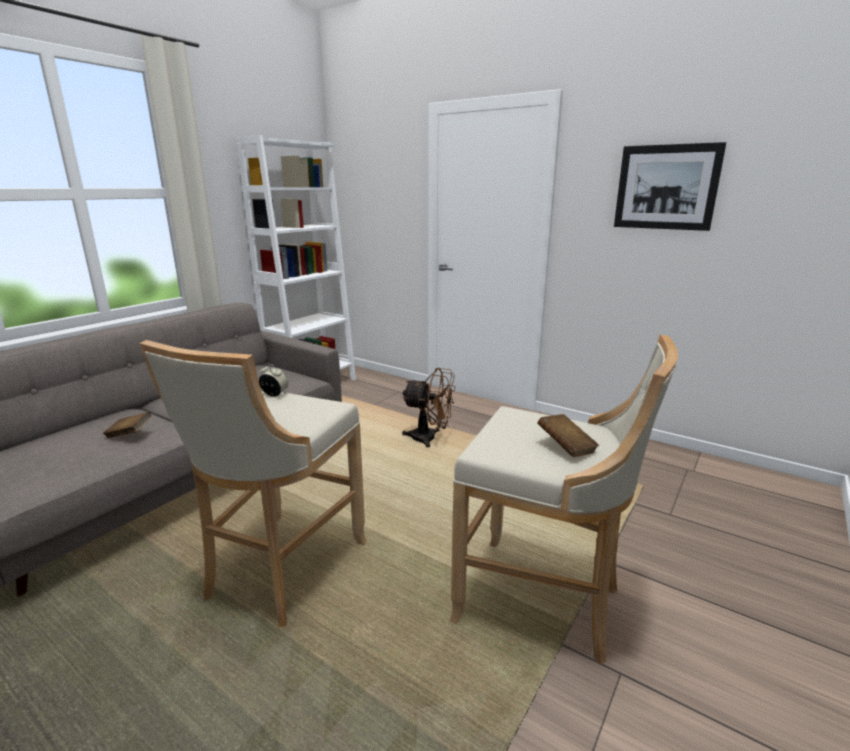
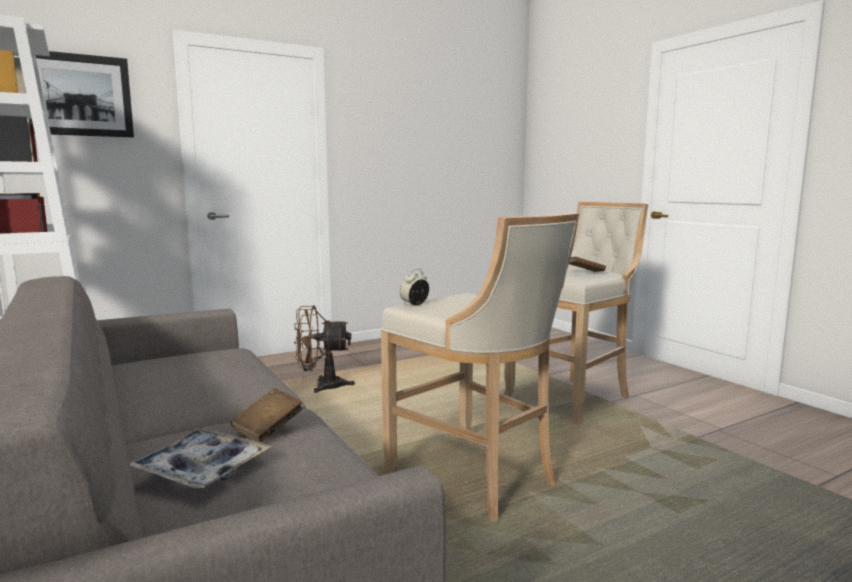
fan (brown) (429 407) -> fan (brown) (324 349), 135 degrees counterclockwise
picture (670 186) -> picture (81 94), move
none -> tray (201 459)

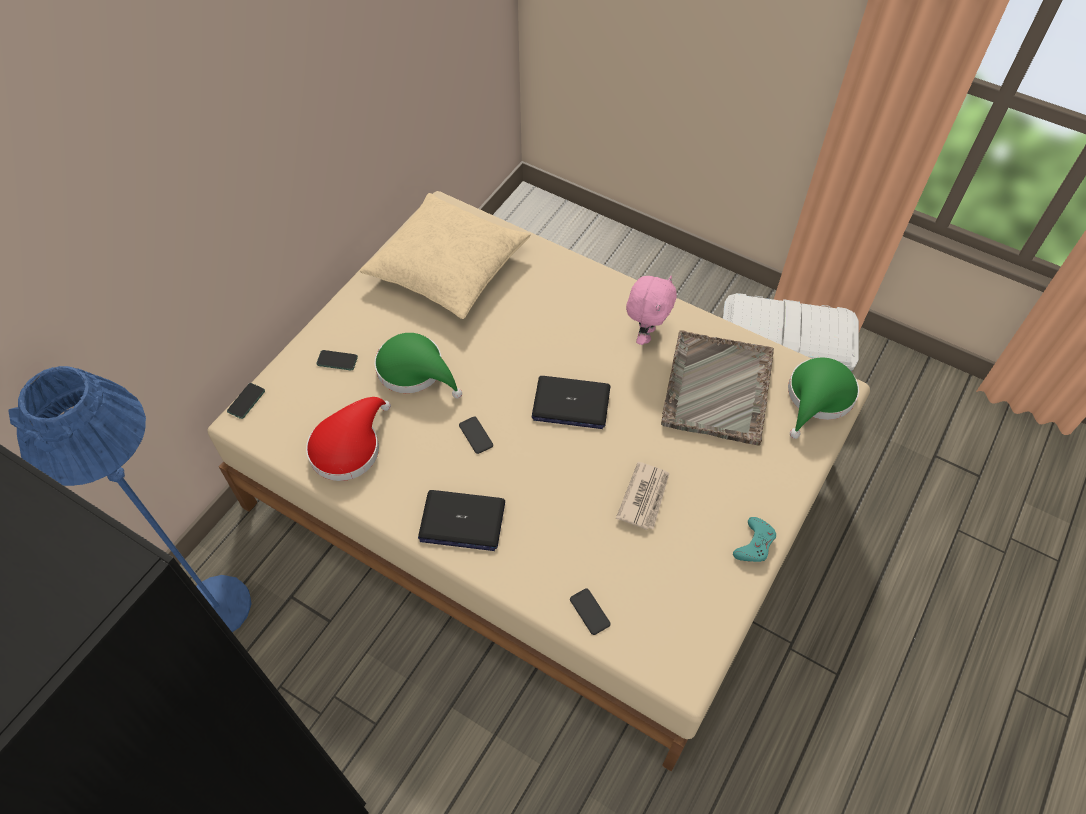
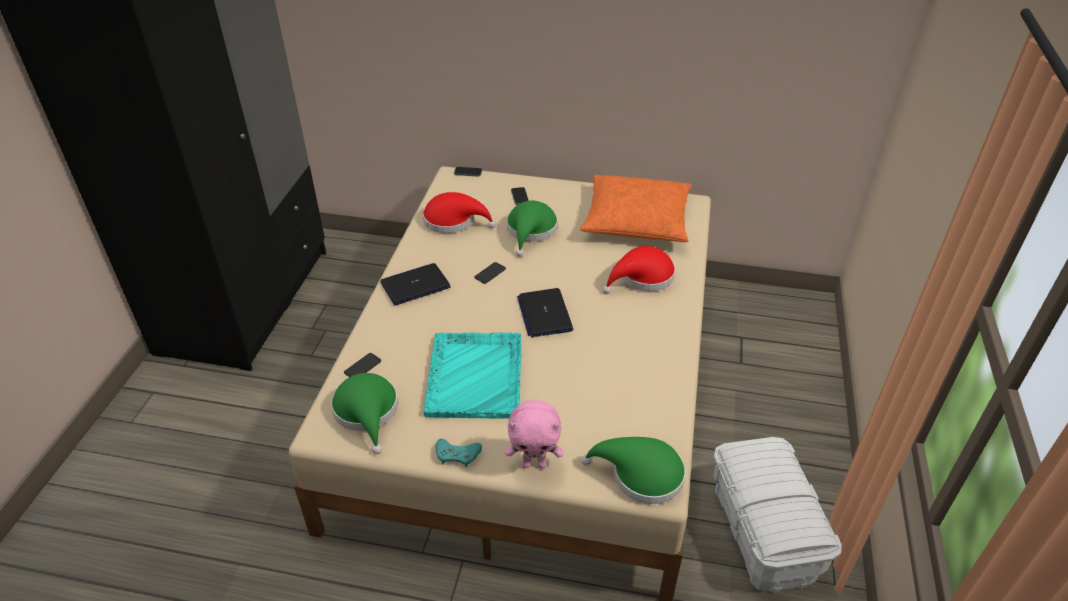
floor lamp (blue) (130 499) -> none
pillow (beige) (445 256) -> pillow (orange) (636 208)
laptop (461 520) -> laptop (416 284), 75 degrees clockwise
newspaper (642 496) -> tray (turquoise) (473 375)
plush toy (pink) (651 310) -> plush toy (pink) (534 434), move
tray (grey) (717 388) -> none
none -> hat (green) (364 413)
none -> hat (red) (639 270)

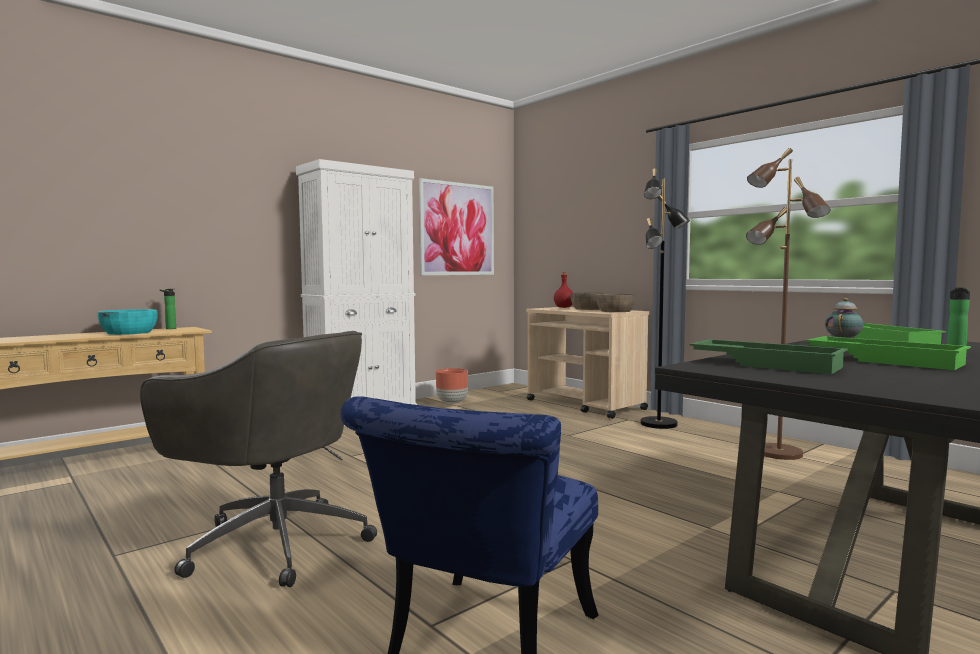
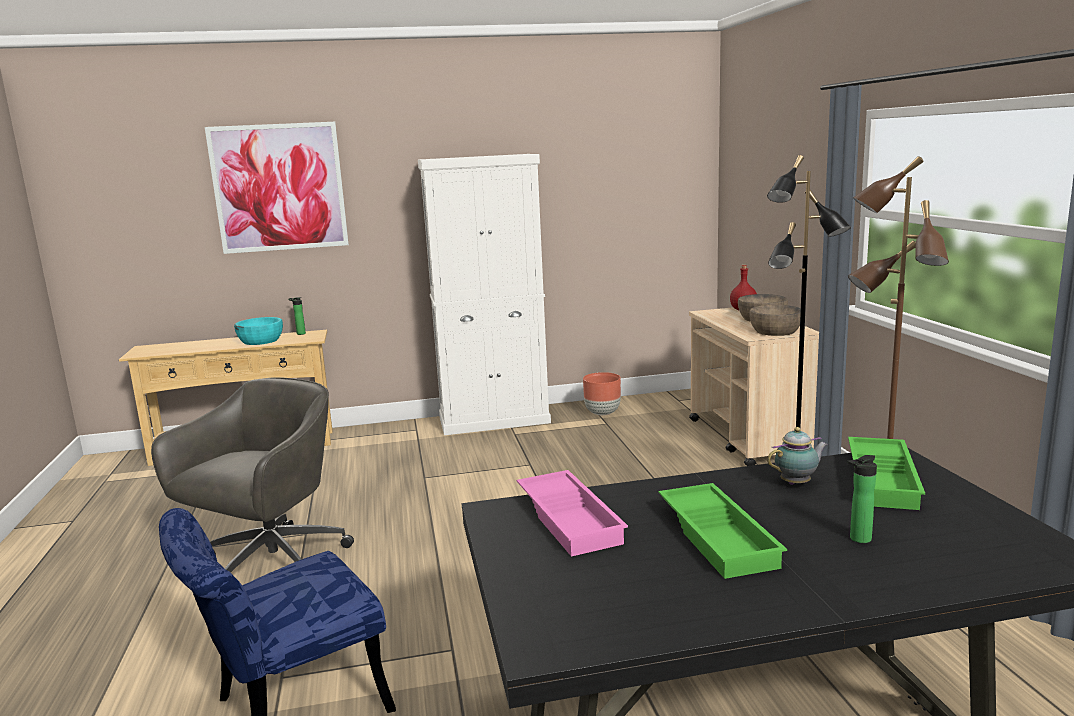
office chair (grey) (258 459) -> office chair (grey) (252 475), 120 degrees counterclockwise
picture (456 226) -> picture (277 188), move
tray (green) (769 356) -> tray (pink) (572 513)

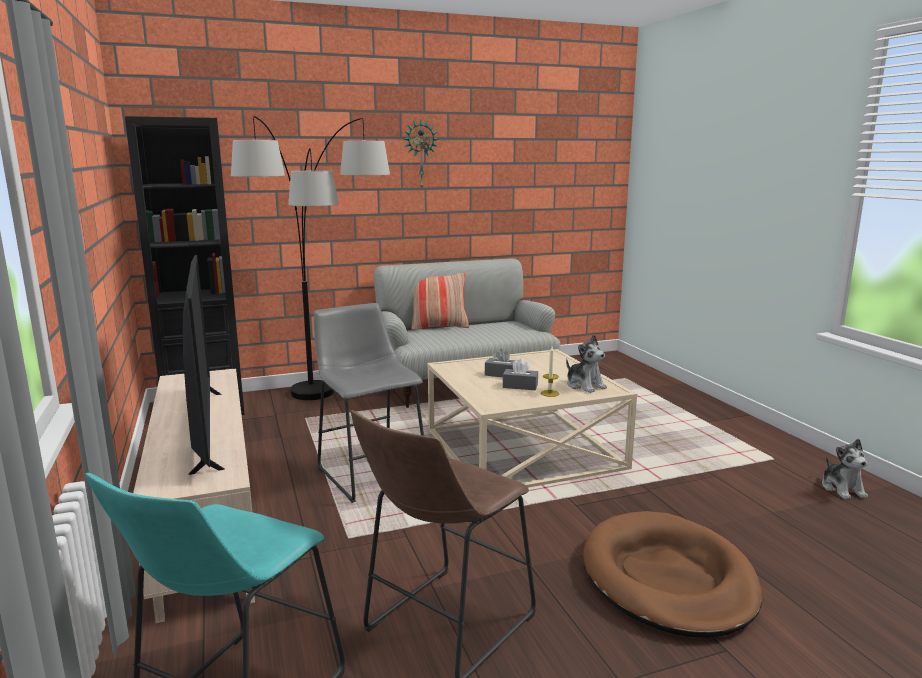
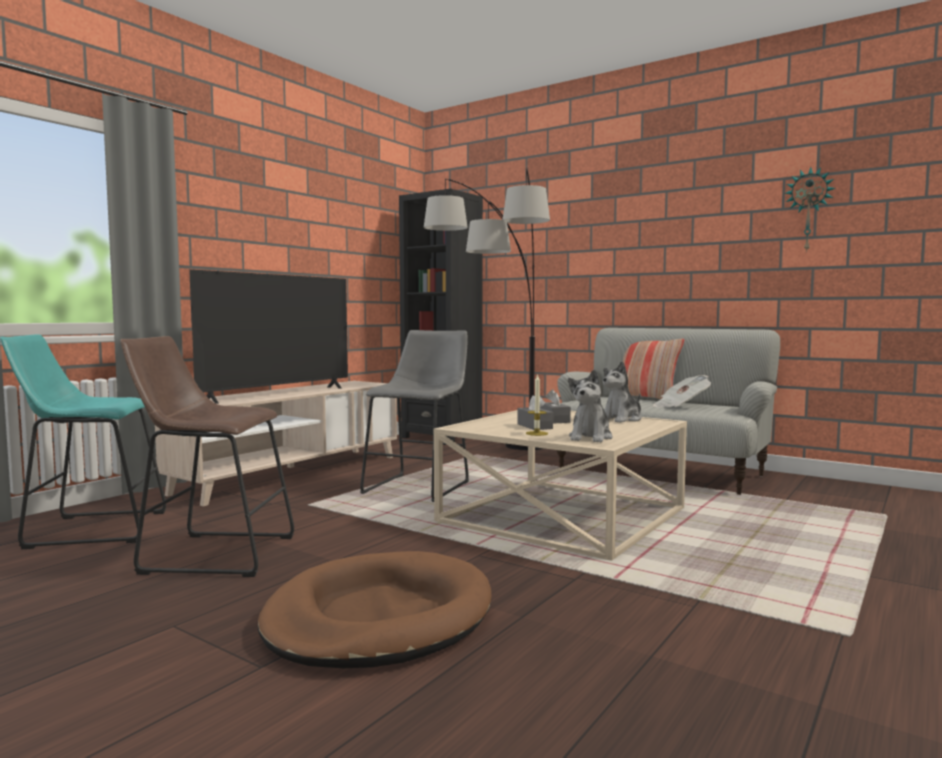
wall clock (421 154) -> wall clock (810 210), move
plush toy (845 469) -> plush toy (622 391), move
none -> newspaper (682 391)

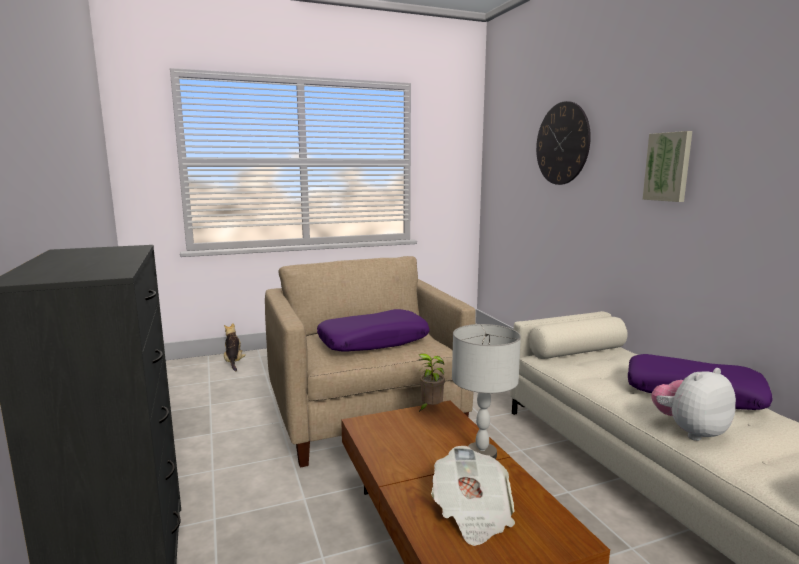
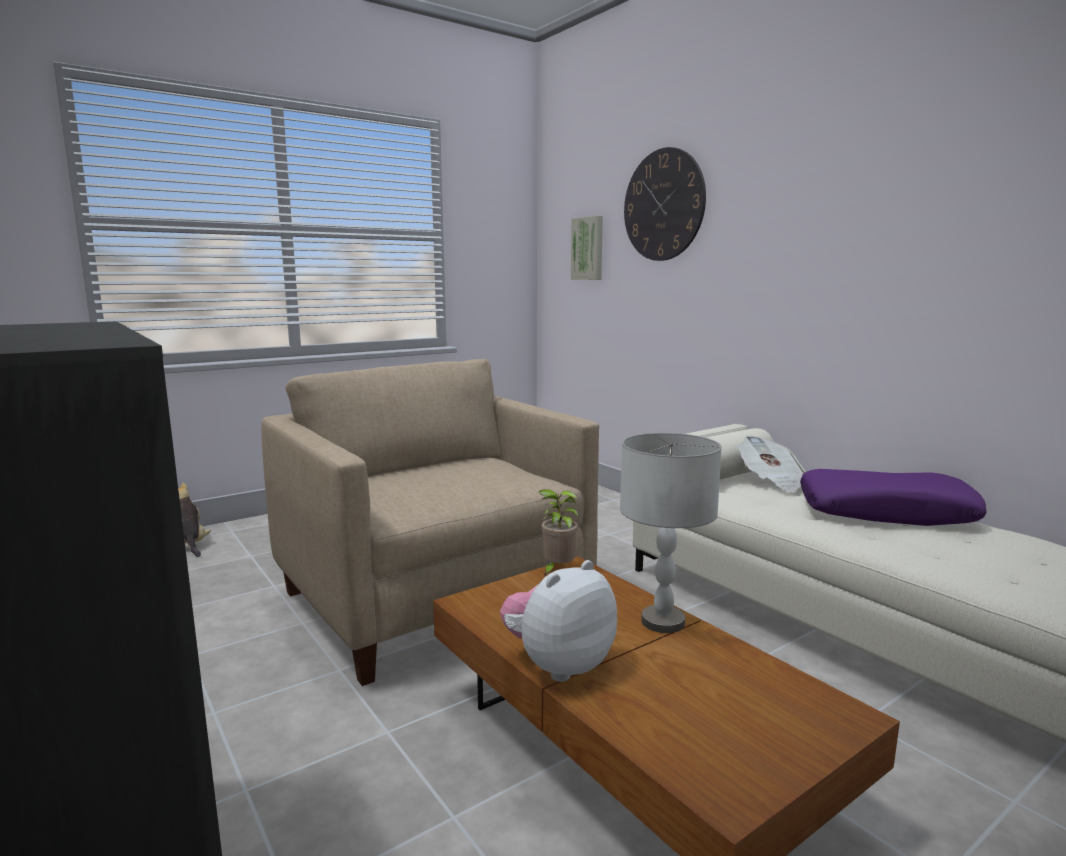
pillow (purple) (373 330) -> none
newspaper (473 496) -> newspaper (771 464), move
picture (667 166) -> picture (587 248), move
plush toy (693 404) -> plush toy (558 621), move

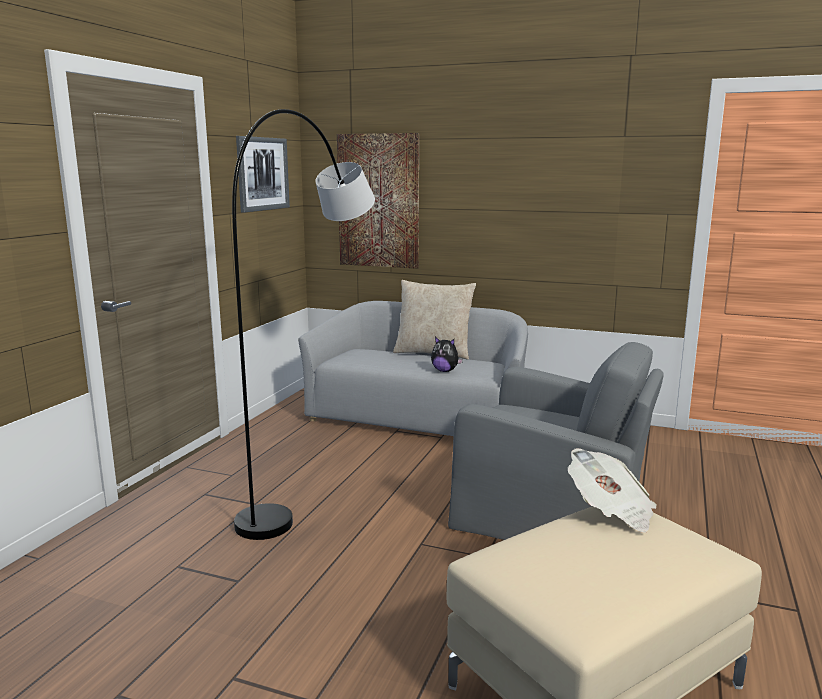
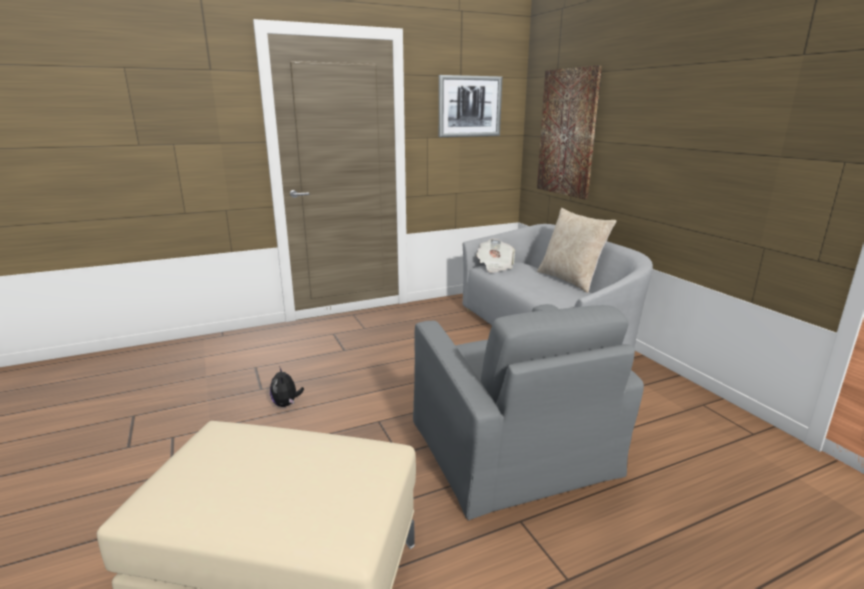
floor lamp (grey) (303 324) -> none
plush toy (447 354) -> plush toy (287 386), move
newspaper (612 490) -> newspaper (495 256), move

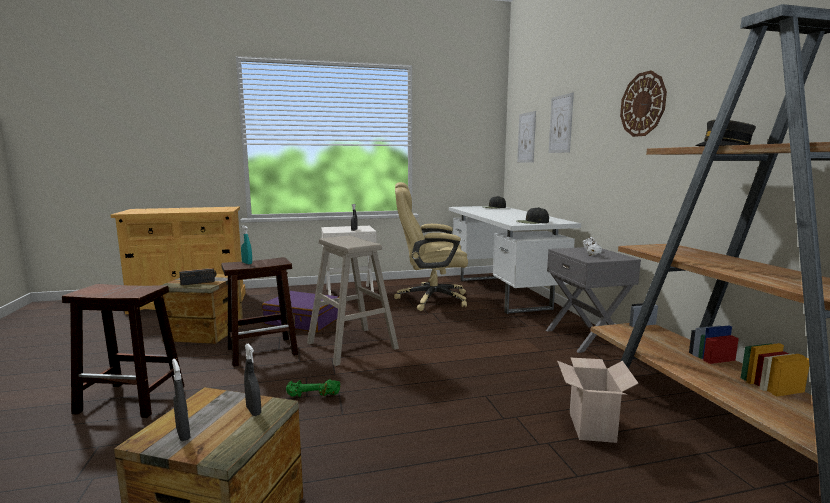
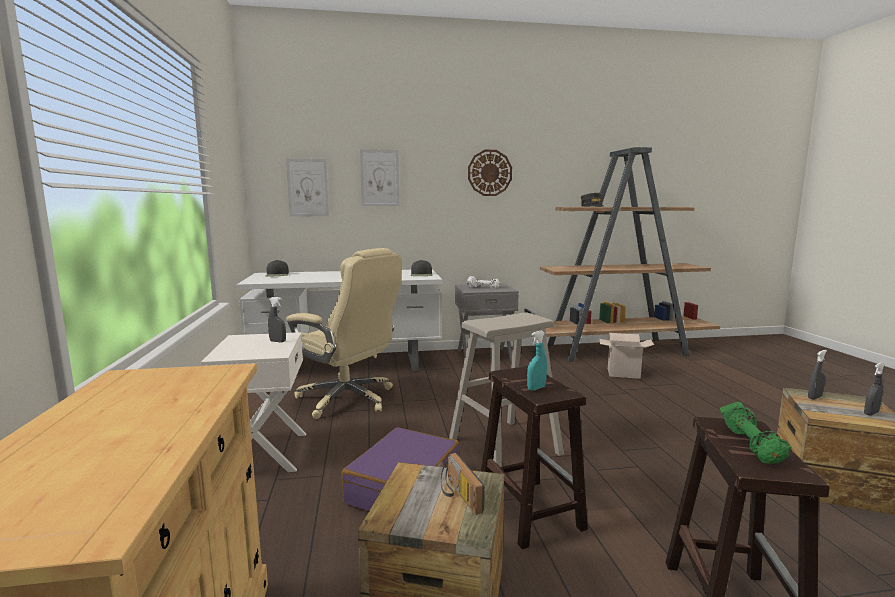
dumbbell (green) (313 388) -> dumbbell (green) (755 433), move
office chair (beige) (431 246) -> office chair (beige) (344 333), 60 degrees counterclockwise

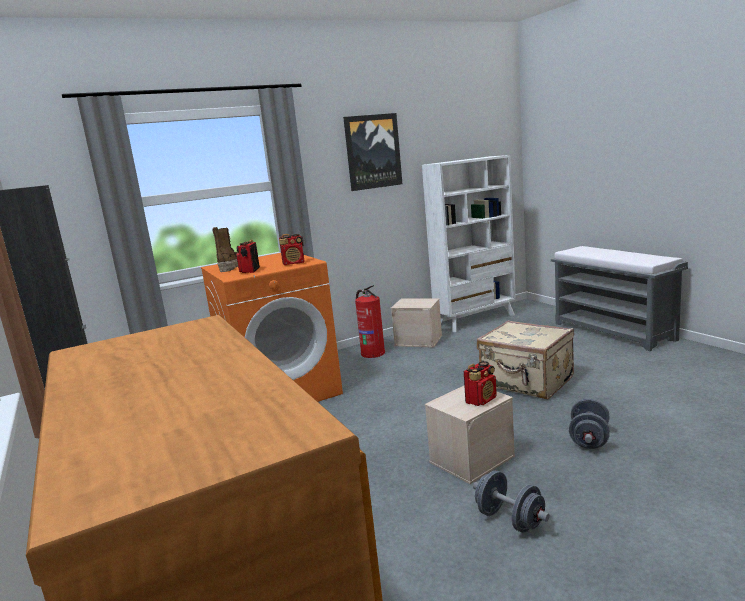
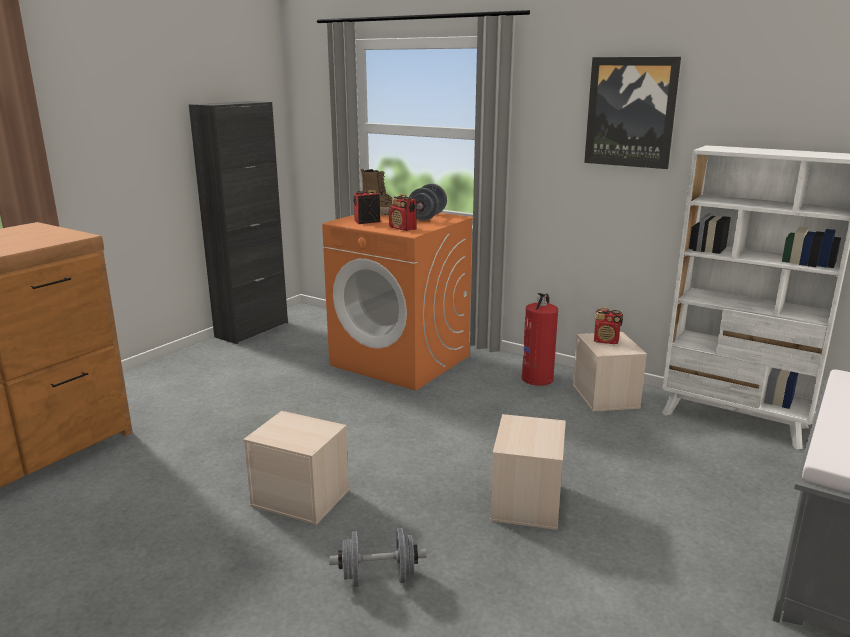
radio (480 383) -> radio (608 325), move
dumbbell (grey) (511 501) -> dumbbell (grey) (428 202), move
suitcase (beige) (525 359) -> storage box (beige) (527 472)

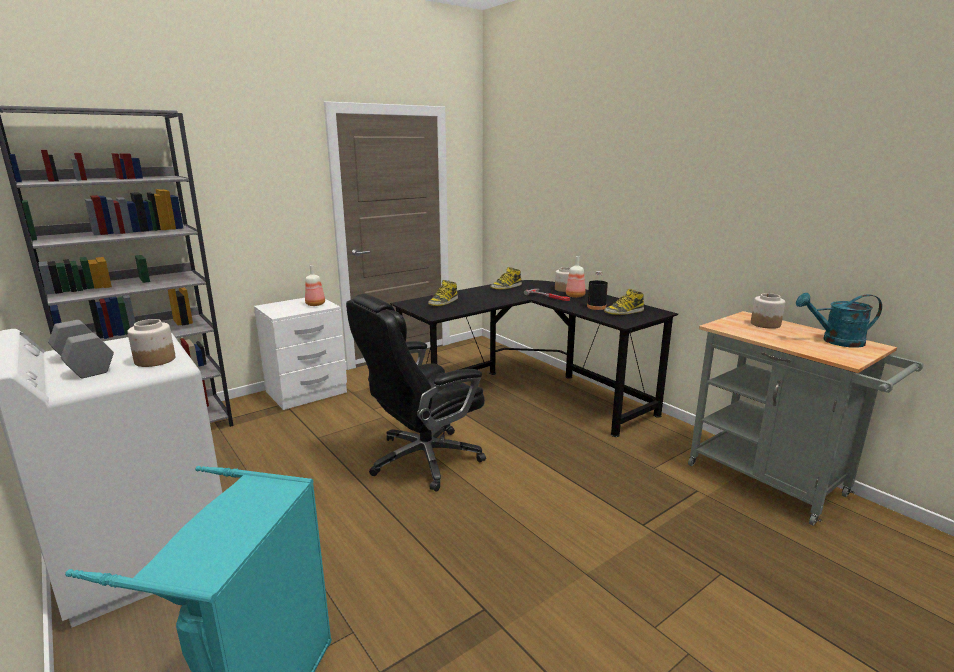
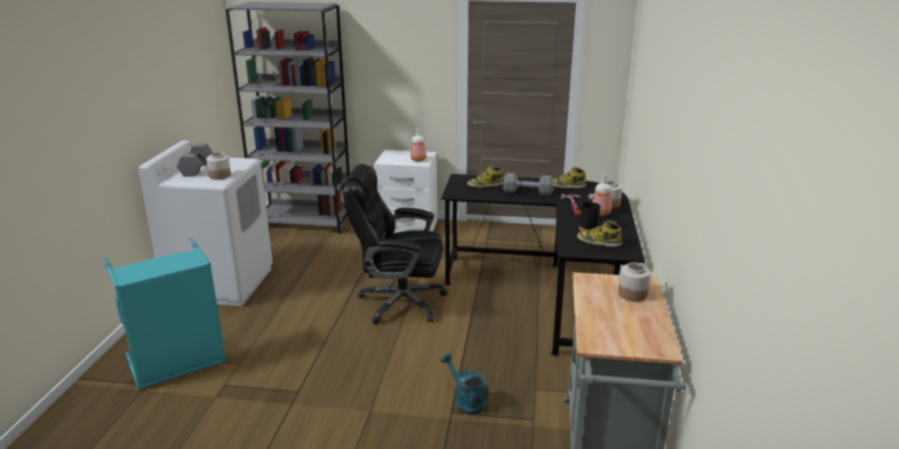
watering can (turquoise) (839 320) -> watering can (turquoise) (465 384), move
none -> dumbbell (grey) (528 184)

